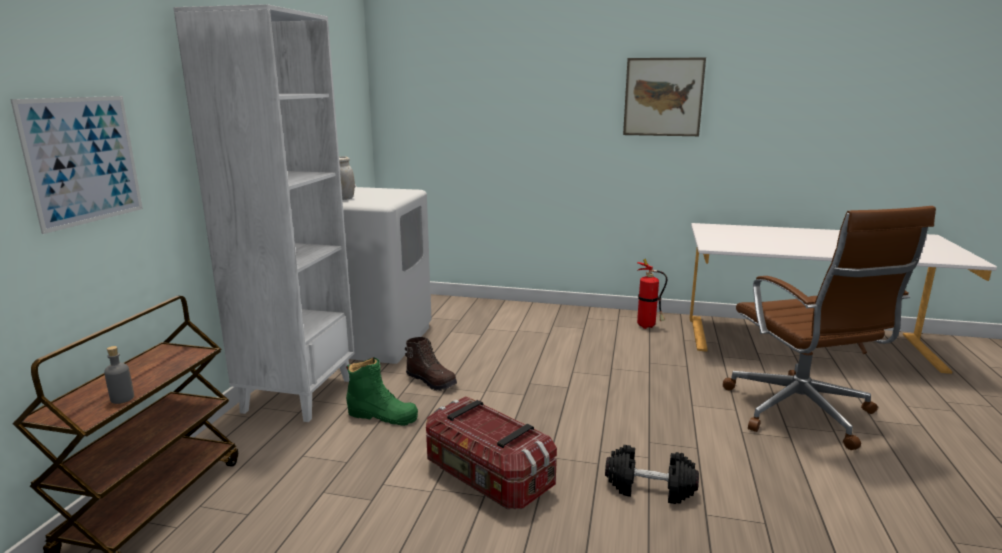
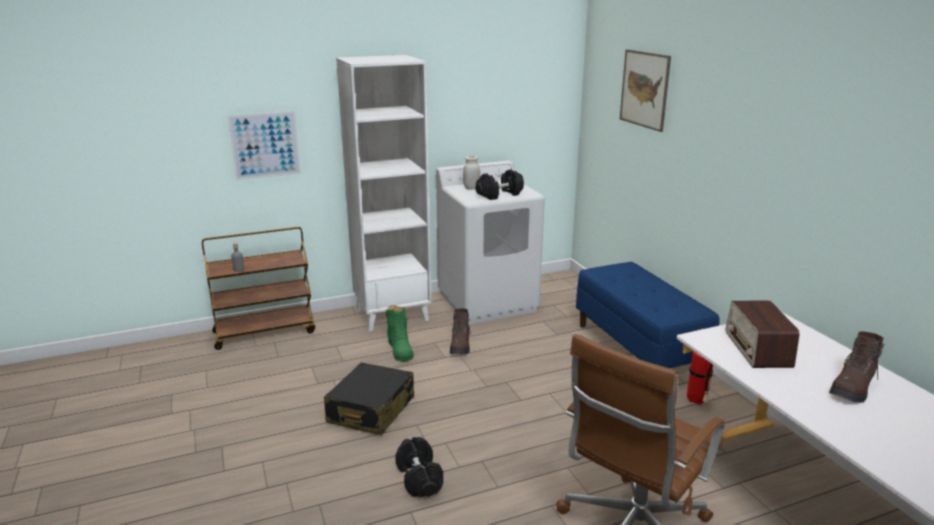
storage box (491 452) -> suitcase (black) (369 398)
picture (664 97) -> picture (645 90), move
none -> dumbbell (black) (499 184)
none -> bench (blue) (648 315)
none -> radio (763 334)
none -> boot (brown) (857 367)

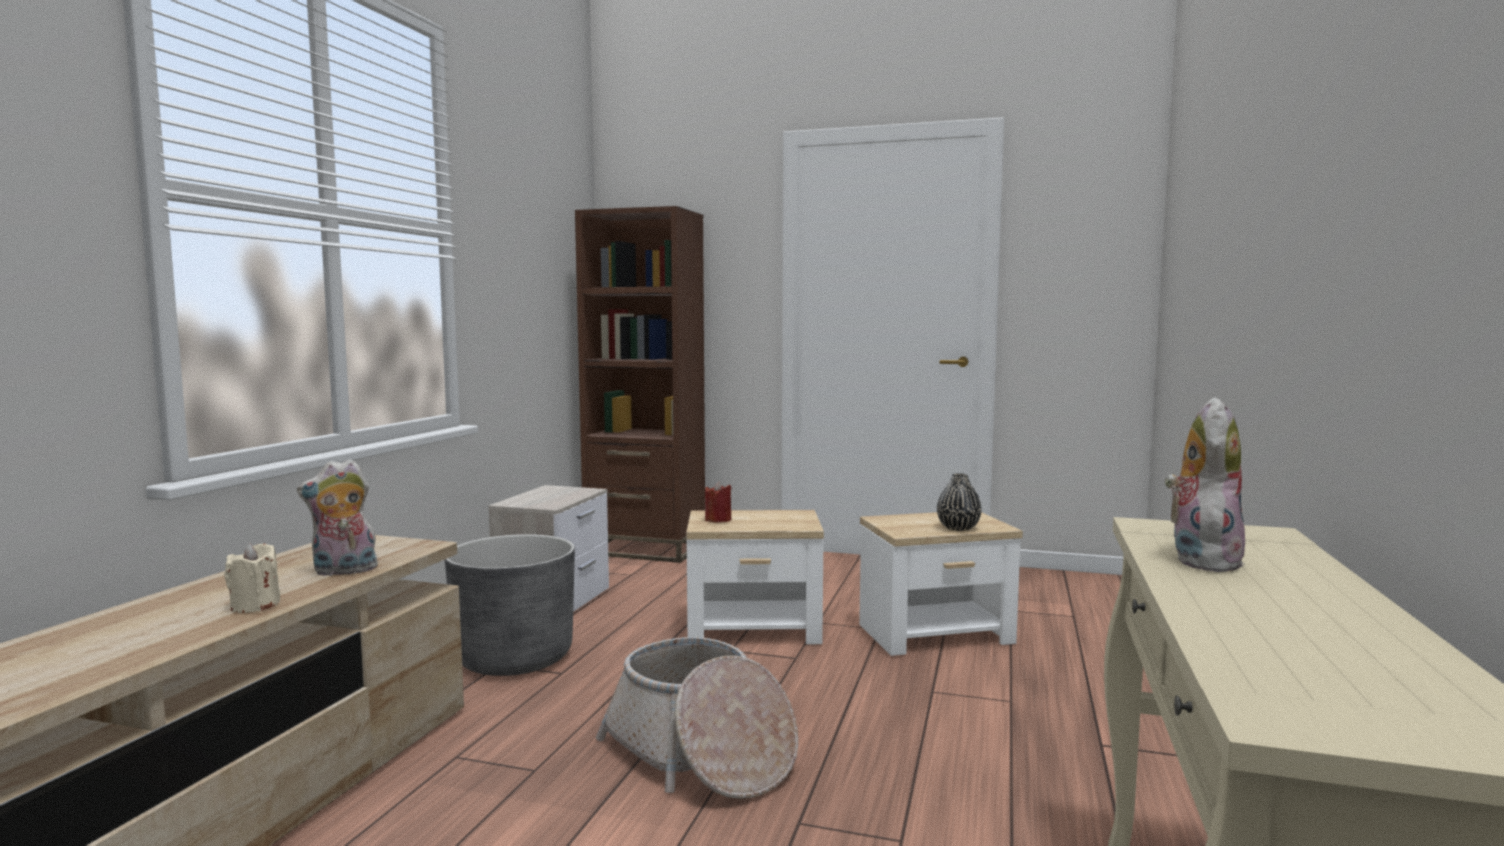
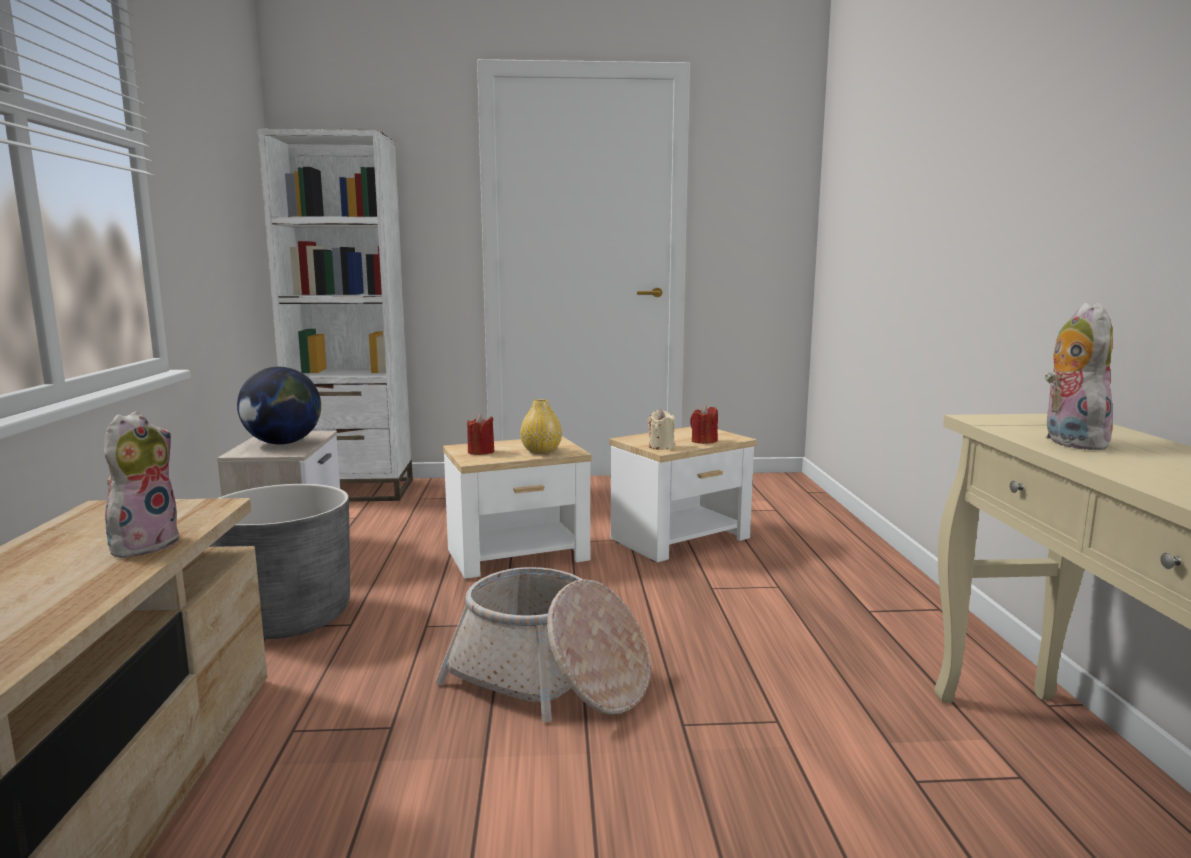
candle (beige) (252 578) -> candle (beige) (661 429), move
plush toy (337 518) -> plush toy (142 484), 150 degrees clockwise
bookcase (brown) (640 384) -> bookcase (white) (335 315)
vase (black) (959 502) -> candle (red) (704 424)
none -> globe (279 406)
none -> vase (yellow) (541 426)

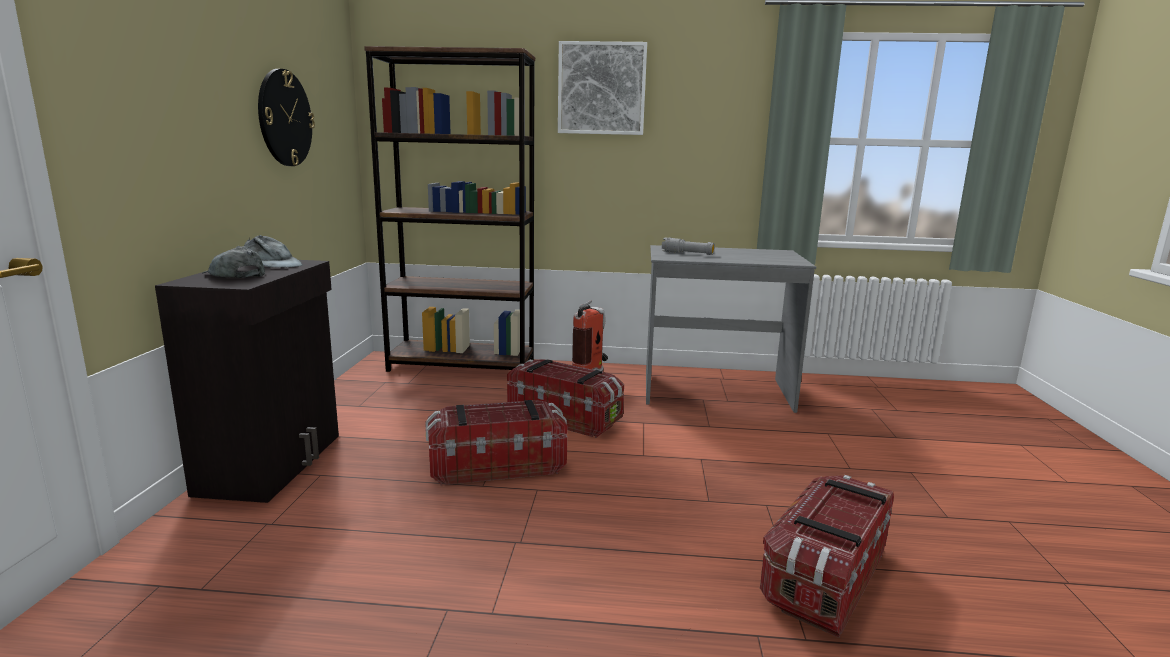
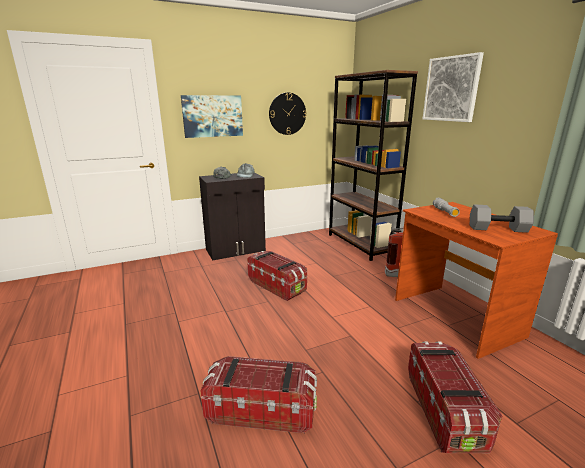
storage box (565 398) -> storage box (455 397), move
desk (grey) (731 329) -> desk (brown) (476 280)
none -> picture (212 116)
none -> dumbbell (grey) (502 218)

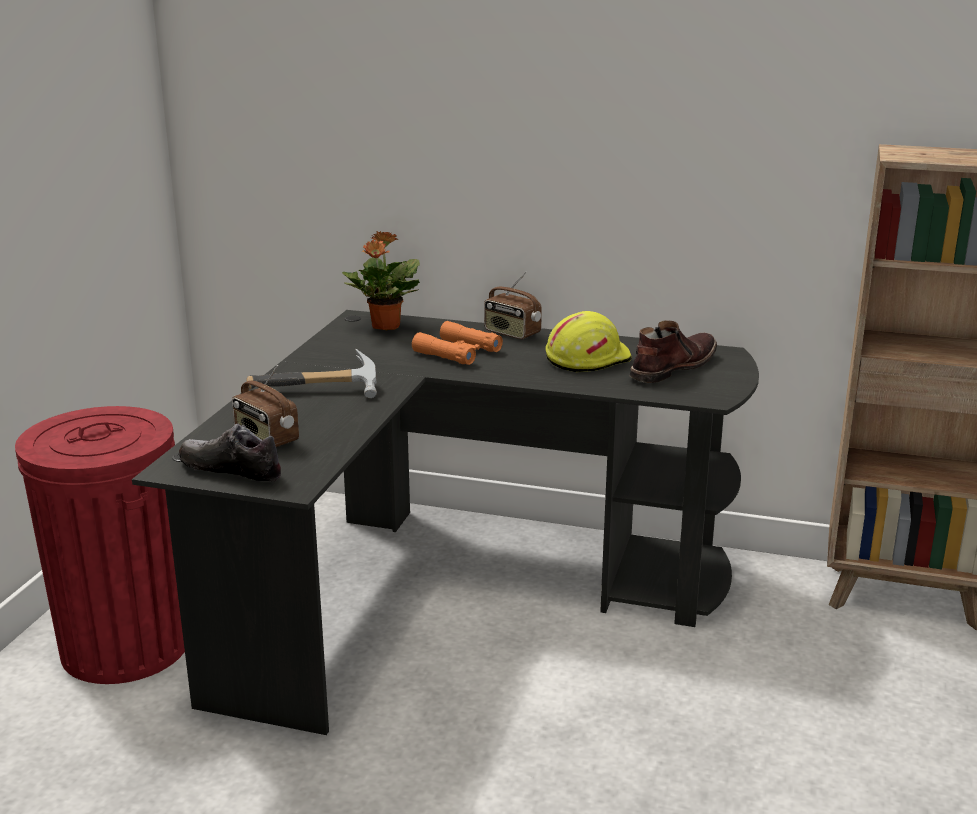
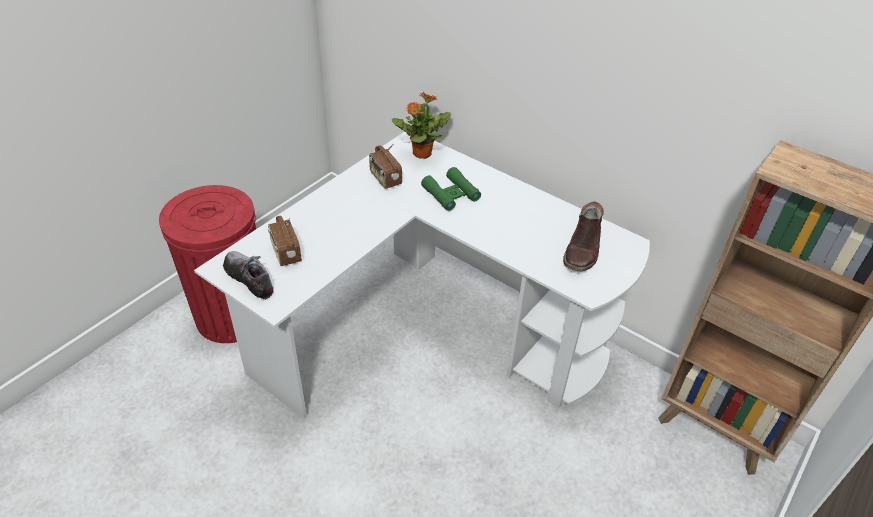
desk (black) (445 522) -> desk (white) (422 275)
hammer (312 373) -> none
binoculars (orange) (457 343) -> binoculars (green) (451 189)
radio (513 305) -> radio (385 166), move
hard hat (yellow) (589 341) -> none
boot (brown) (673 351) -> boot (brown) (583 236), 135 degrees clockwise

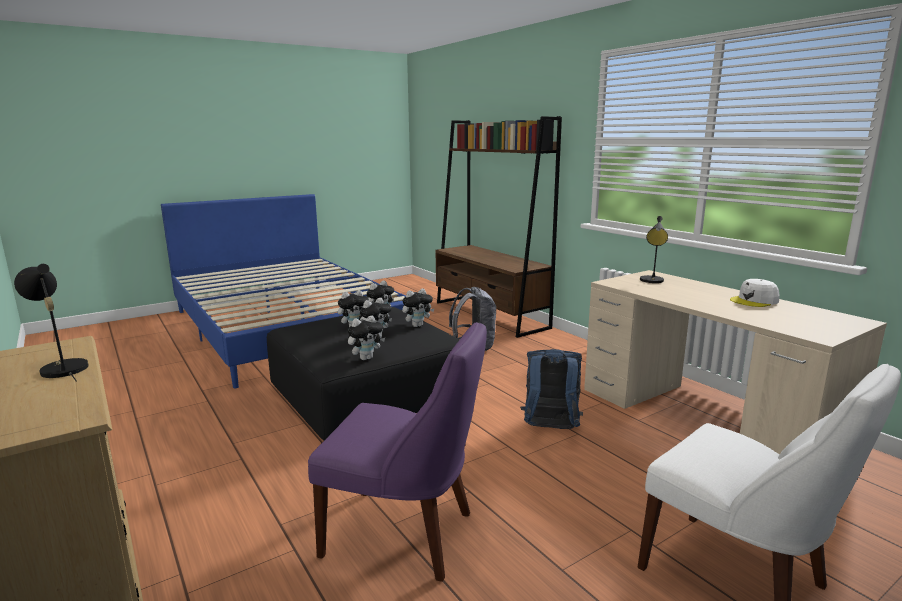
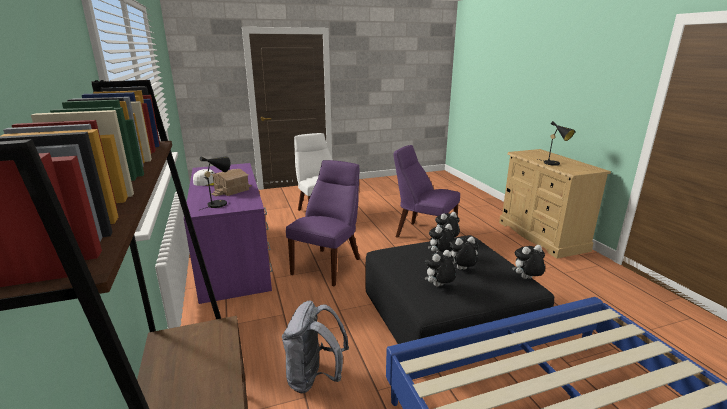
plush toy (418 308) -> plush toy (528 262), move
backpack (blue) (551 389) -> chair (purple) (323 223)
desk (beige) (735 362) -> desk (purple) (228 233)
none -> toy house (231 182)

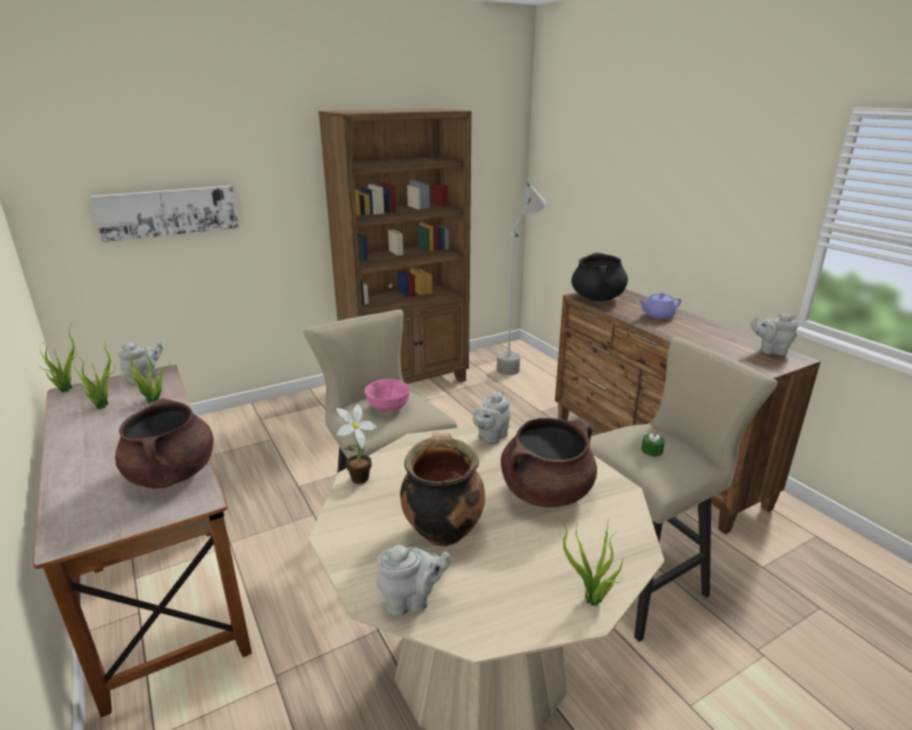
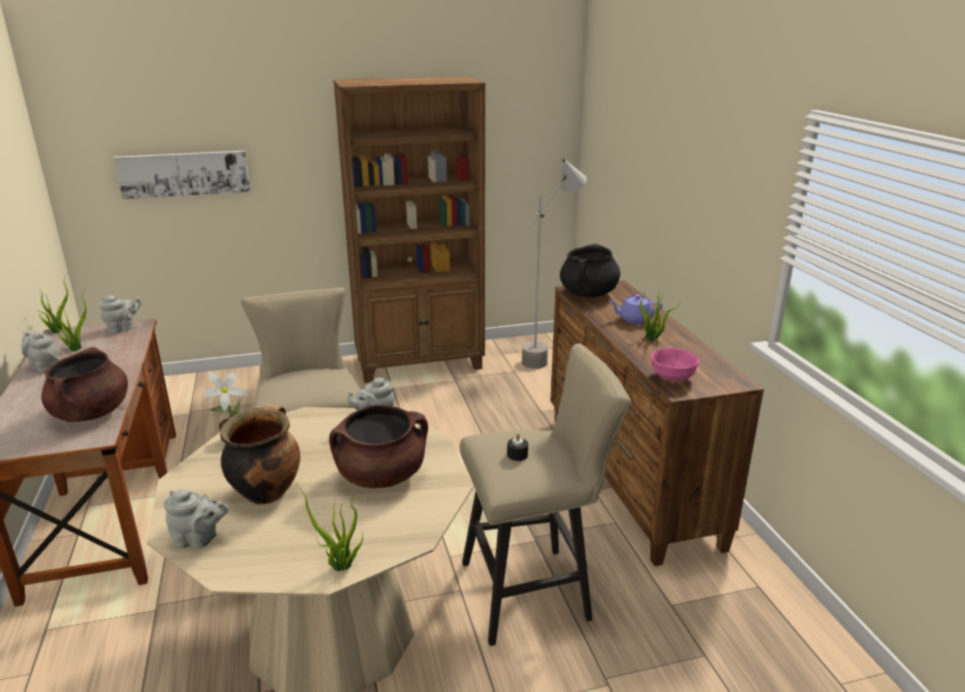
potted plant (144 373) -> potted plant (659 313), move
bowl (pink) (387 395) -> bowl (pink) (675 364), move
candle (green) (653 442) -> candle (black) (517 447)
teapot (grey) (775 335) -> teapot (grey) (40 352), move

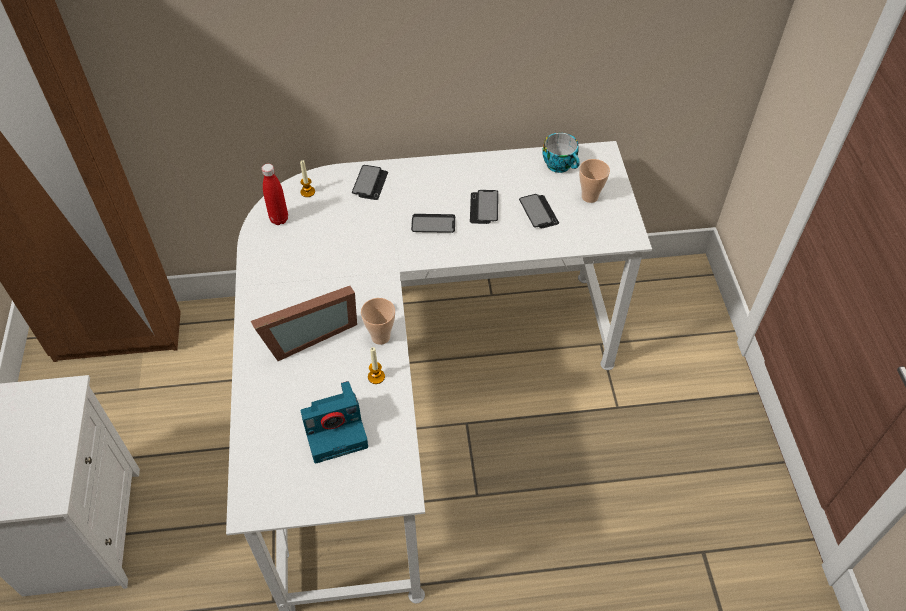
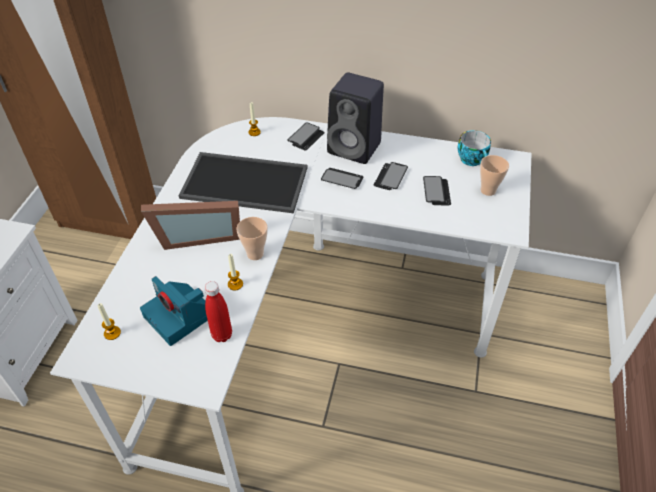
bottle (red) (275 194) -> bottle (red) (218 311), move
photo camera (334 422) -> photo camera (174 311), 45 degrees clockwise
none -> candle (109 321)
none -> tray (243 182)
none -> speaker (black) (355 118)

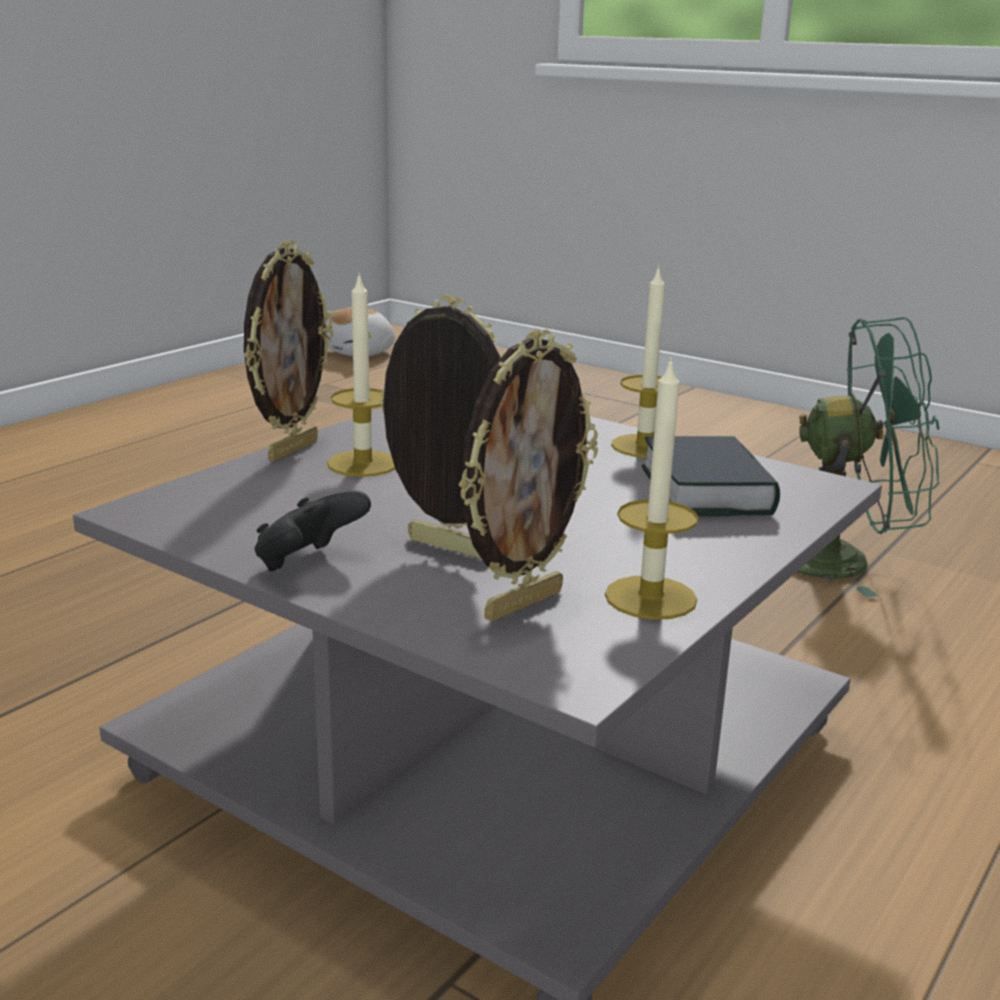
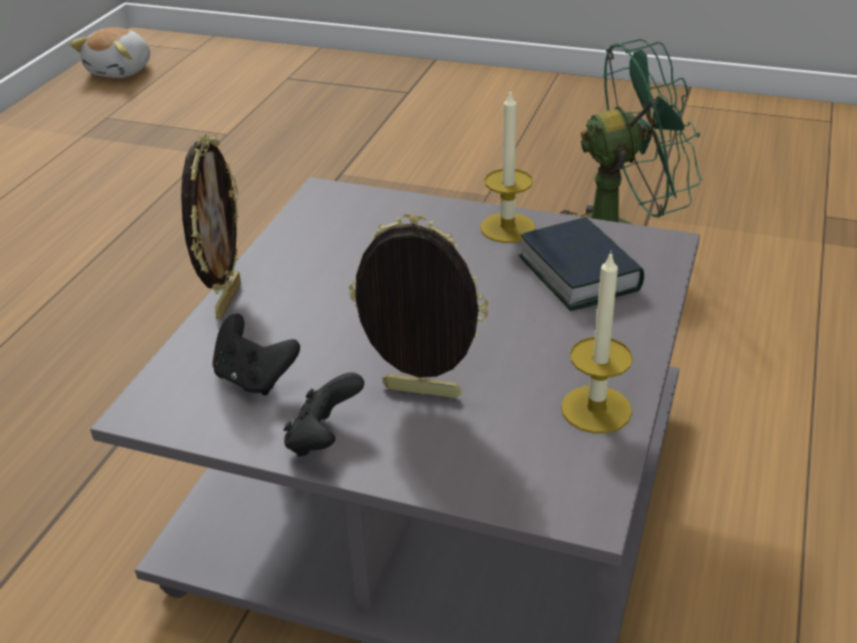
candle (361 374) -> none
picture frame (528 475) -> none
none -> game controller (black) (256 354)

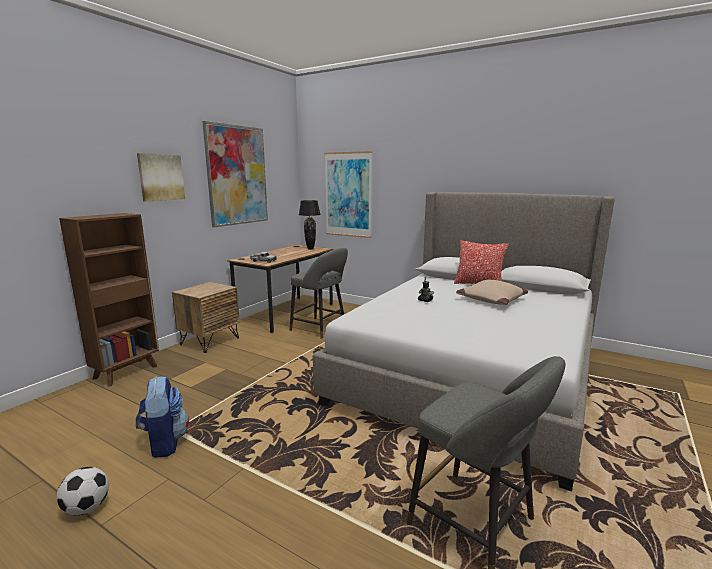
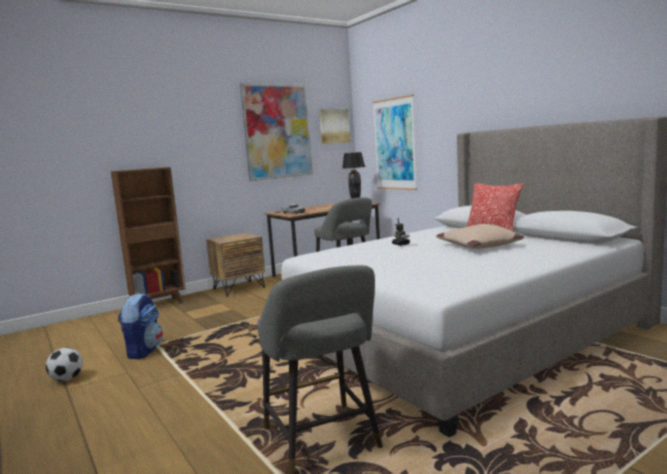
picture (161 177) -> picture (334 126), move

